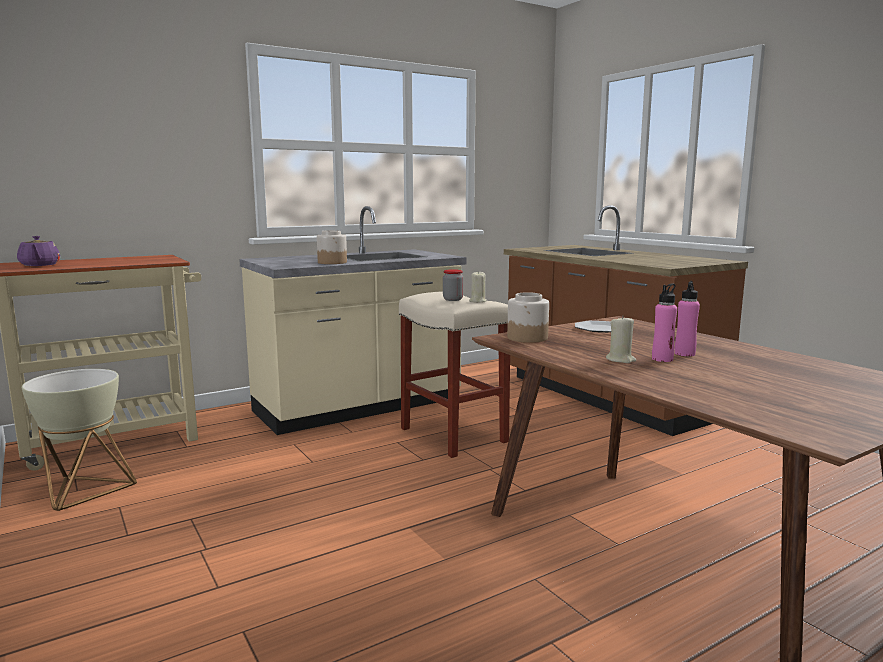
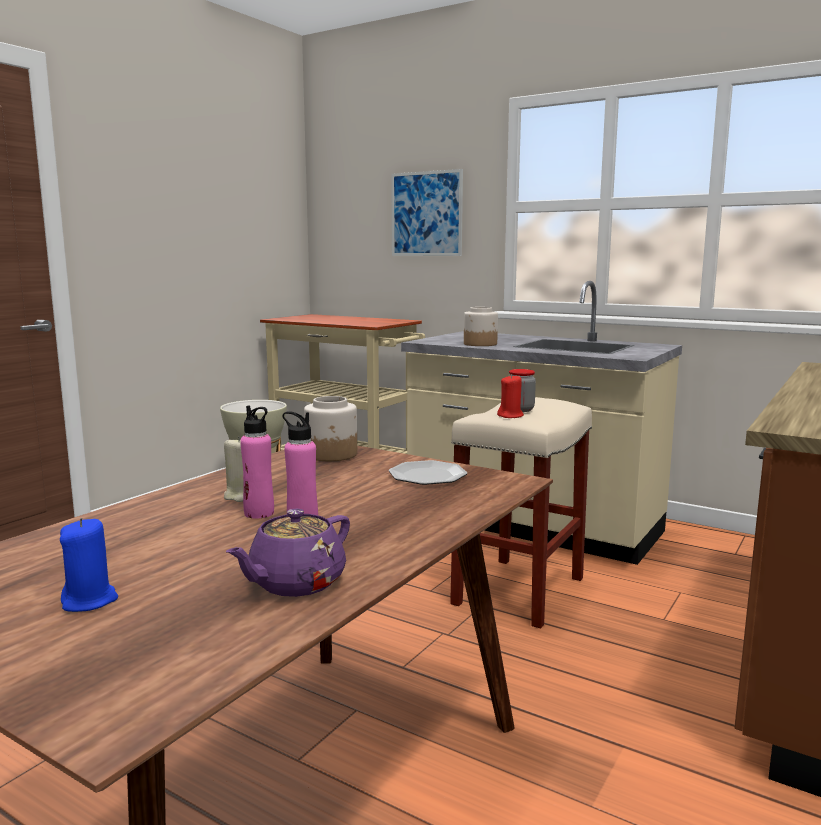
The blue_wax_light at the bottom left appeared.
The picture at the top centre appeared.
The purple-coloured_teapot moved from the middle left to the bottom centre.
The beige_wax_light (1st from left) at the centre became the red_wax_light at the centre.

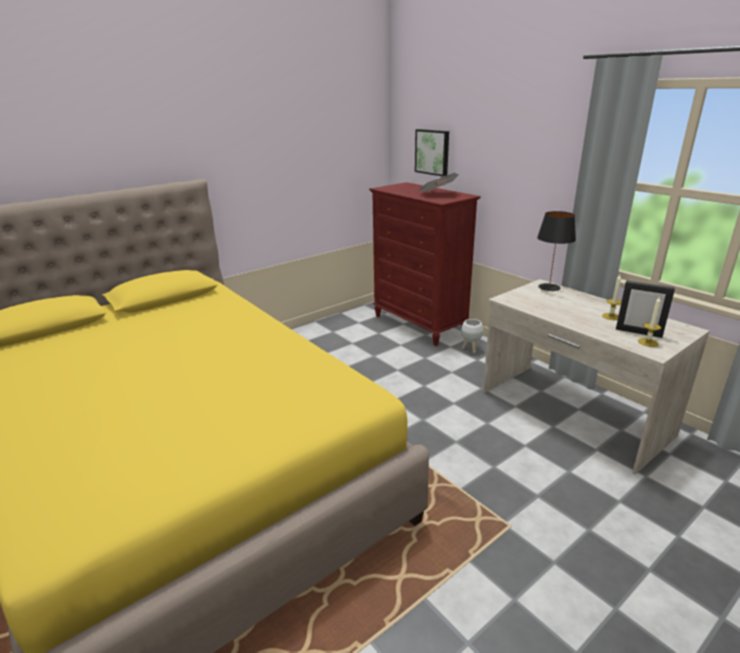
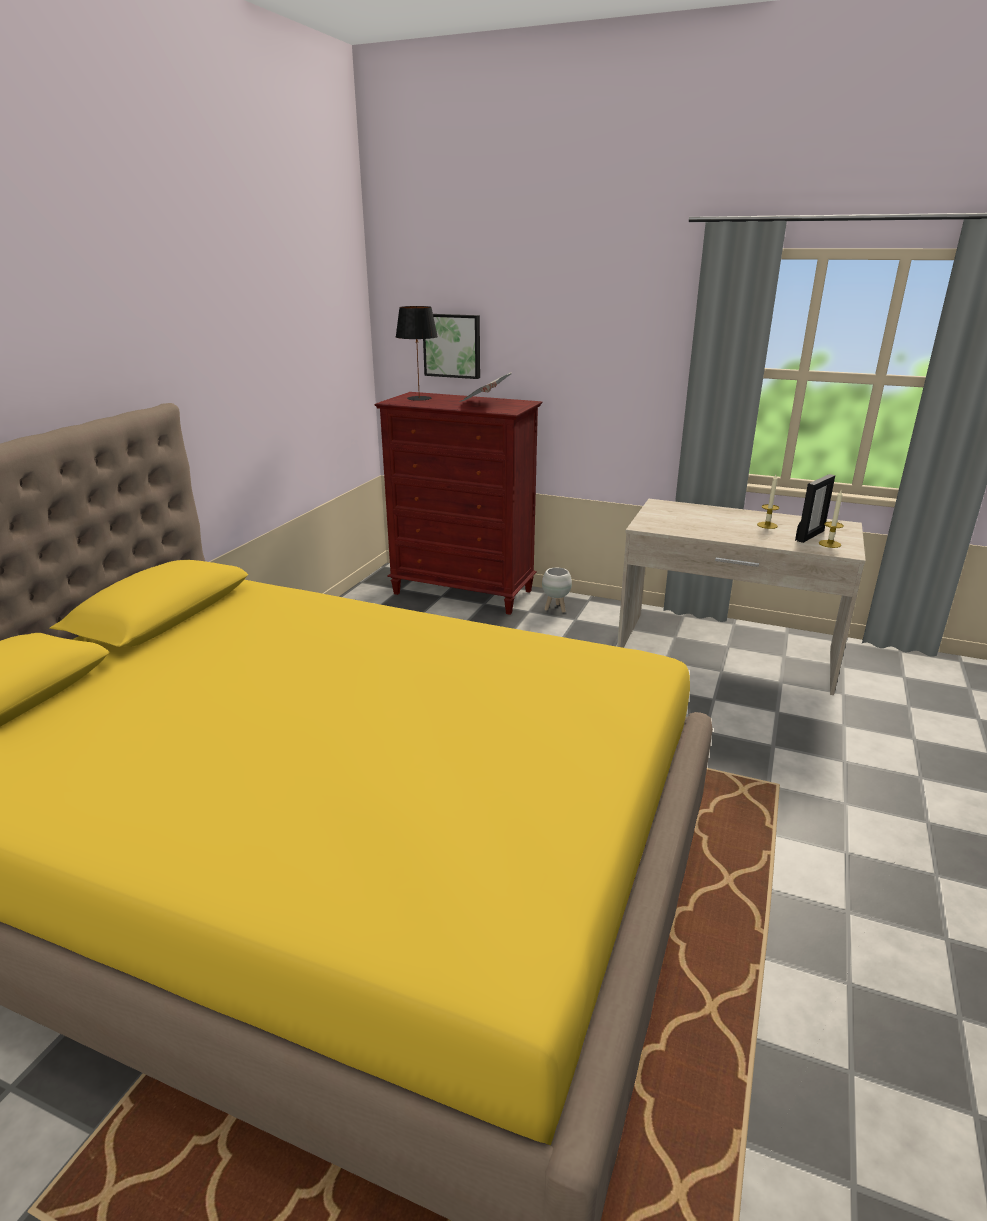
The black-coloured_lamp_for_a_table moved from the middle right to the top centre.
The photo_frame at the middle right turned 45 degrees counterclockwise.

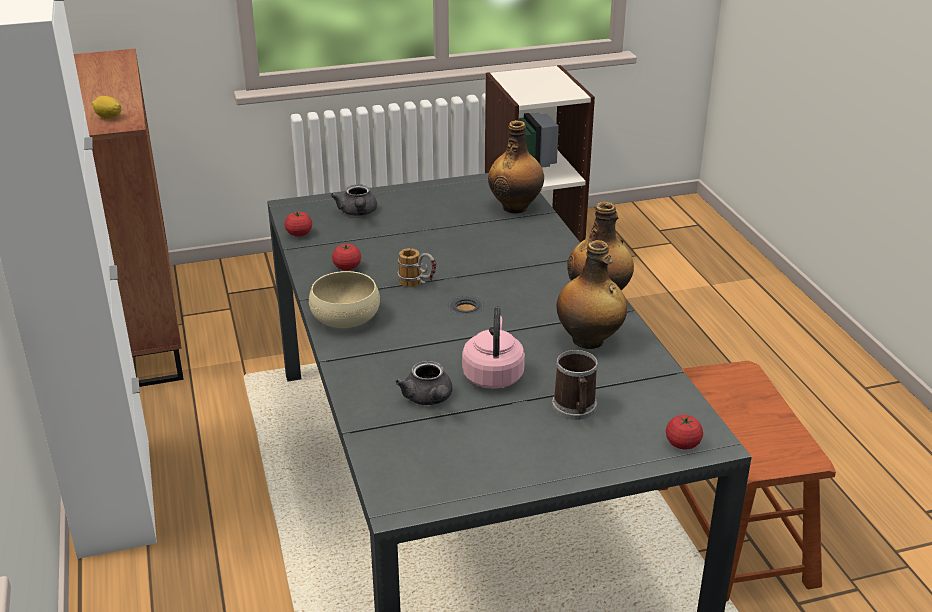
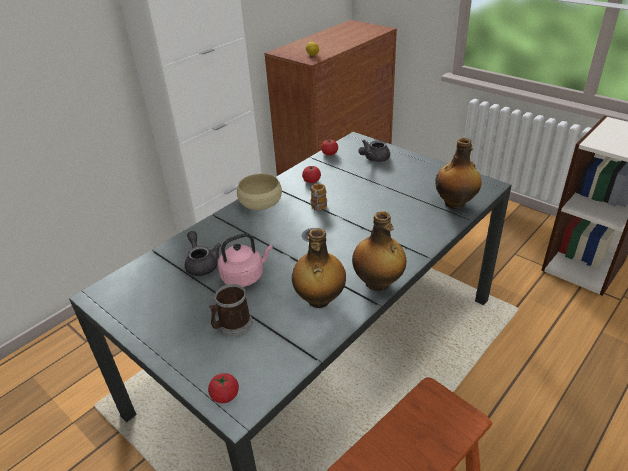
The gray_teapot (2nd from left in the first image) at the centre turned 120 degrees clockwise.

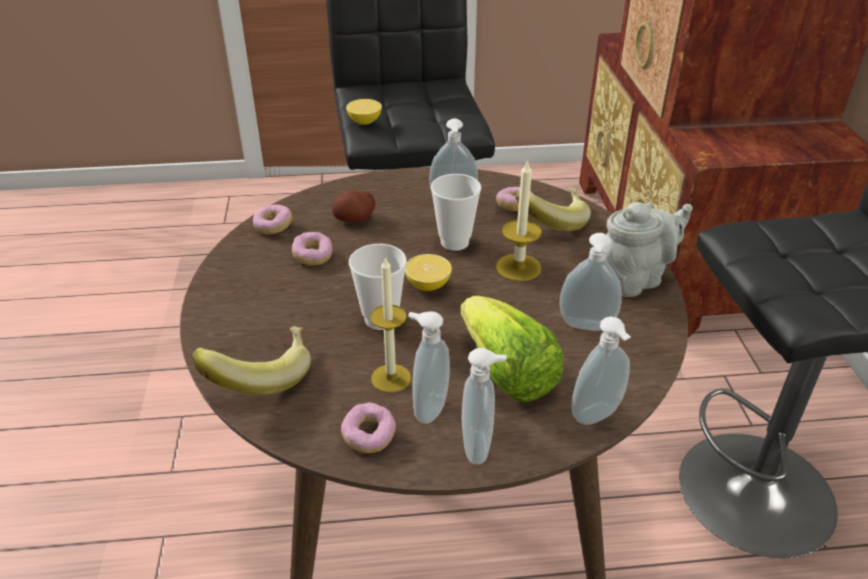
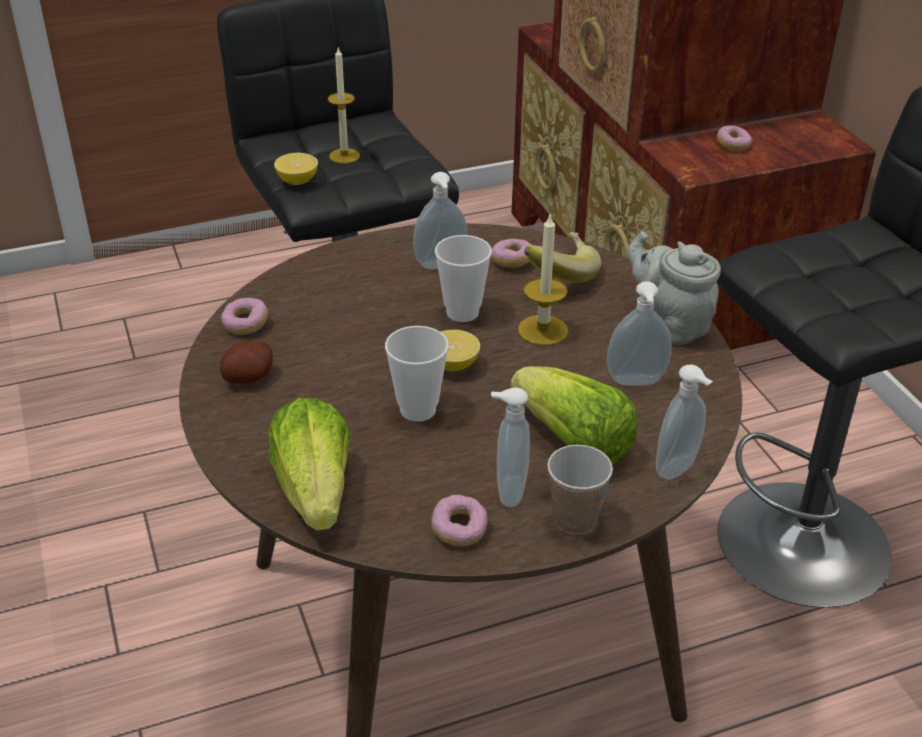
The ring_doughnut (2nd from left in the first image) moved from the centre to the top right.
The potato moved from the centre to the middle left.
The wax_light (1st from left) moved from the centre to the top centre.
The whole_banana (1st from left) at the middle left was replaced by the lettuce (1st from left) at the centre.
The liquid_soap_bottle (3rd from left) at the bottom centre was replaced by the small_cup (3rd from left) at the centre.
The gray_teapot at the middle right turned 90 degrees counterclockwise.

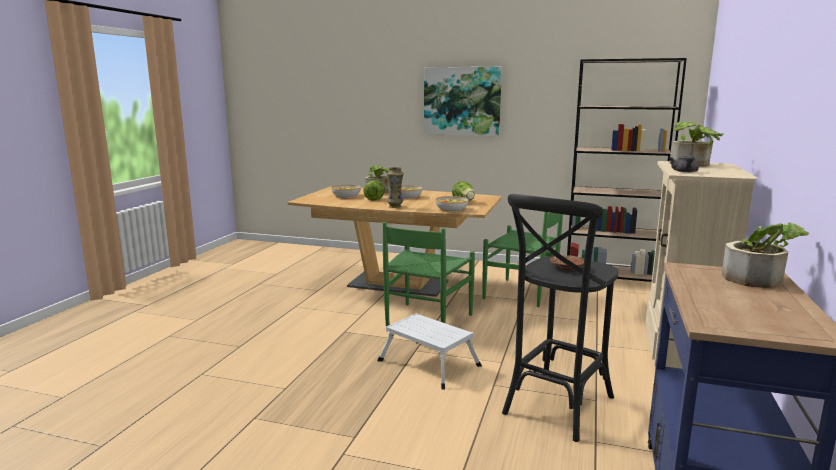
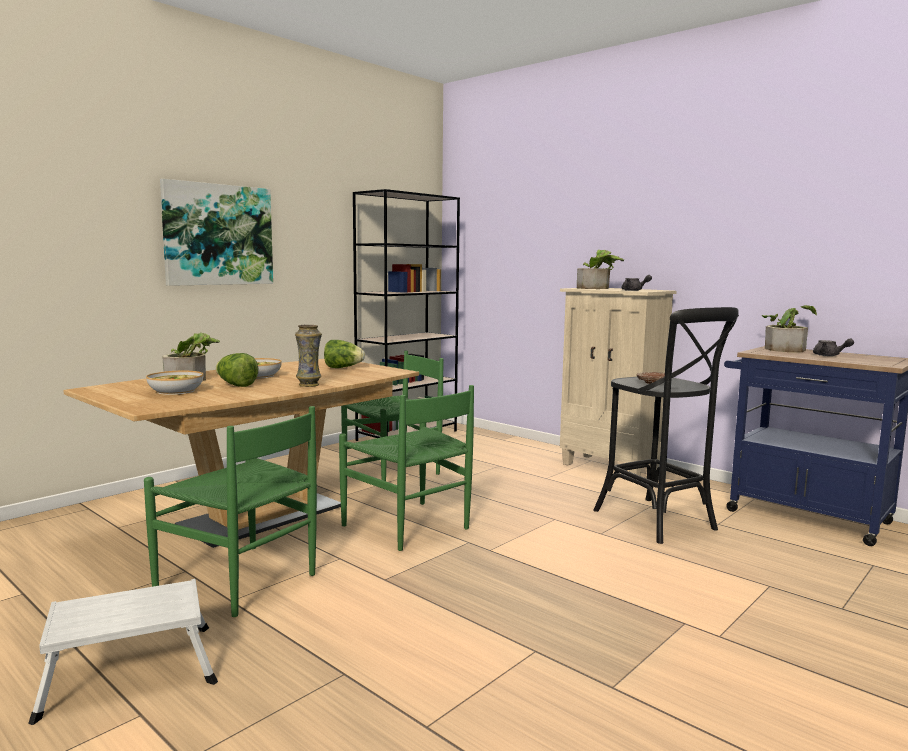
The deep_dish (3rd from left) at the centre disappeared.
The greenish_chair (1st from left) at the bottom left appeared.
The gray_teapot (2nd from left) at the middle right appeared.
The whitish_stepladder moved from the bottom centre to the bottom left.

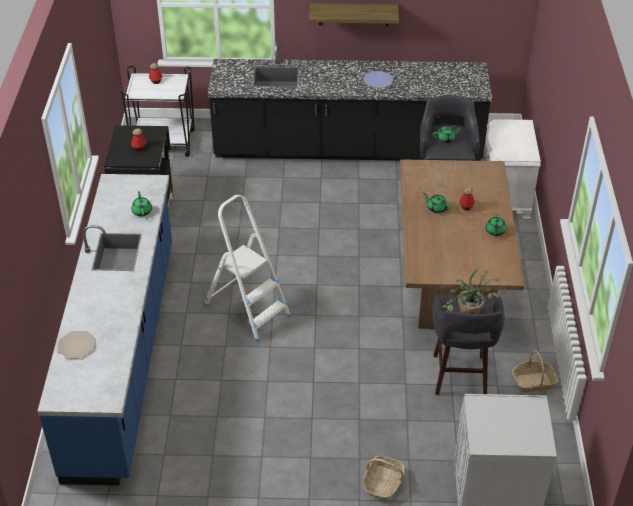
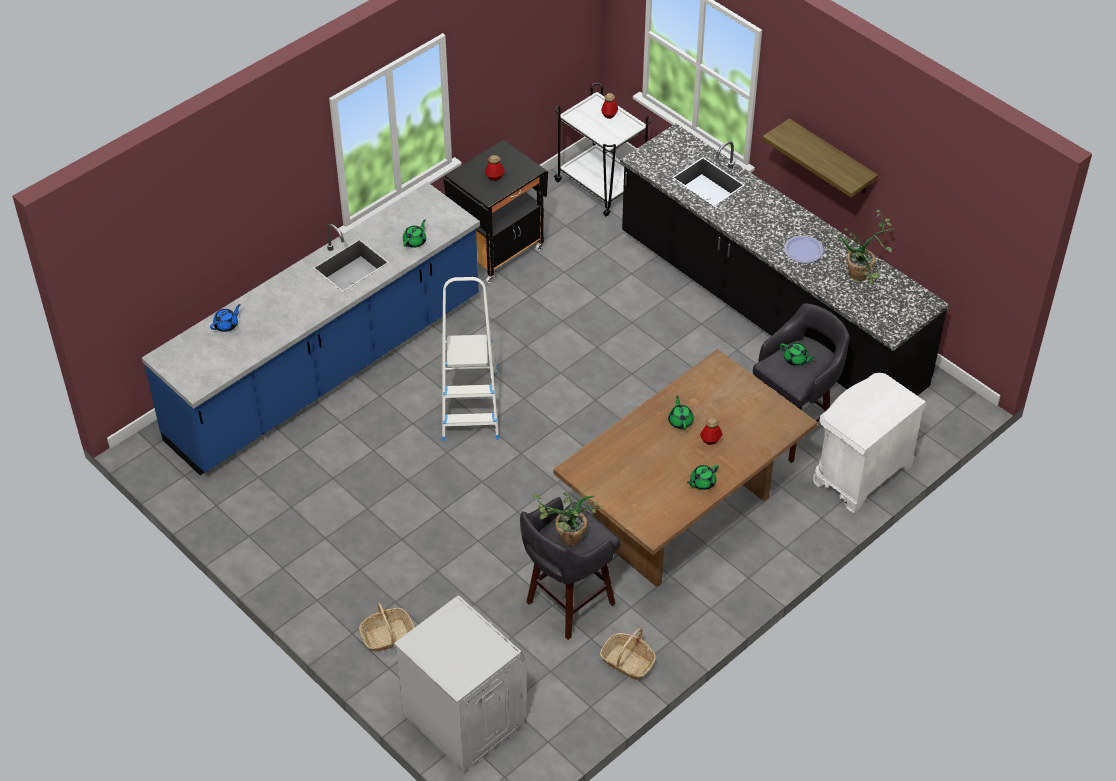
The houseplant (2nd from left) at the top right appeared.
The plate (1st from left) at the bottom left was replaced by the blue_teapot at the middle left.

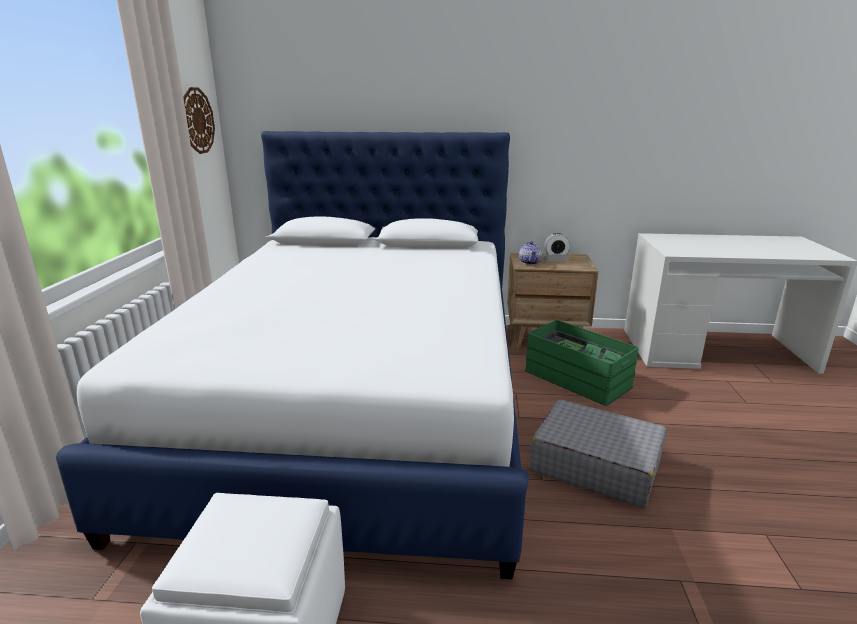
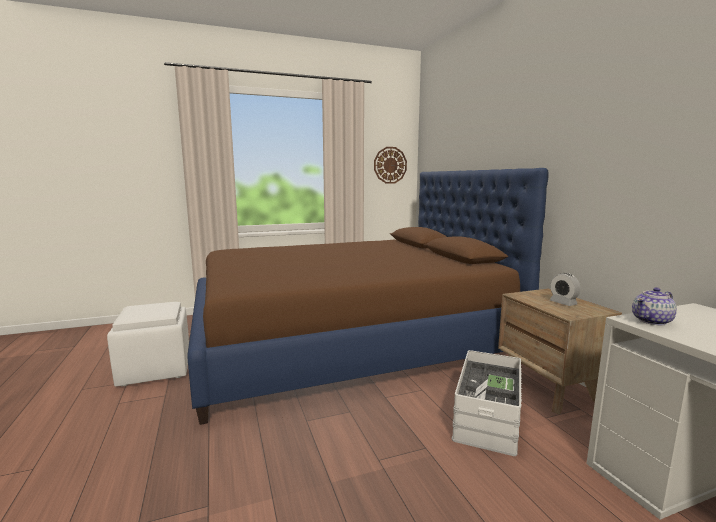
The gray_piece_of_luggage at the bottom right disappeared.
The teapot moved from the centre to the middle right.
The whitish_bed at the centre became the brown_bed at the centre.
The greenish_storage_bin at the middle right became the whitish_storage_bin at the bottom right.

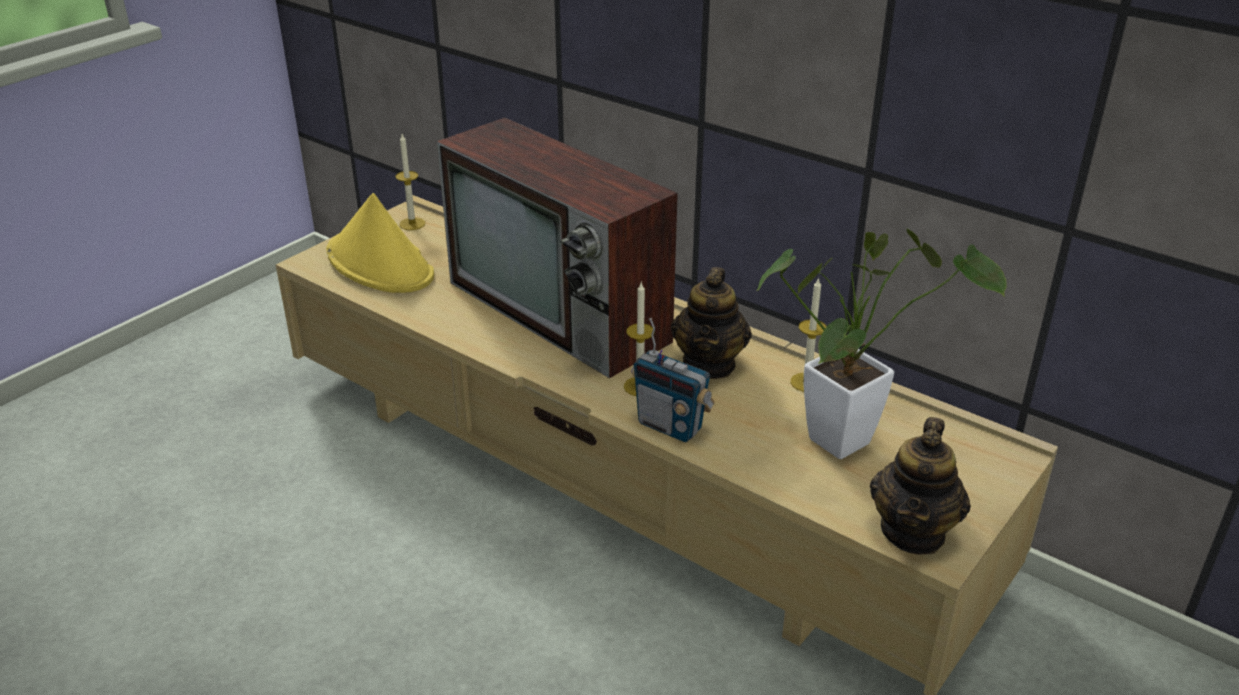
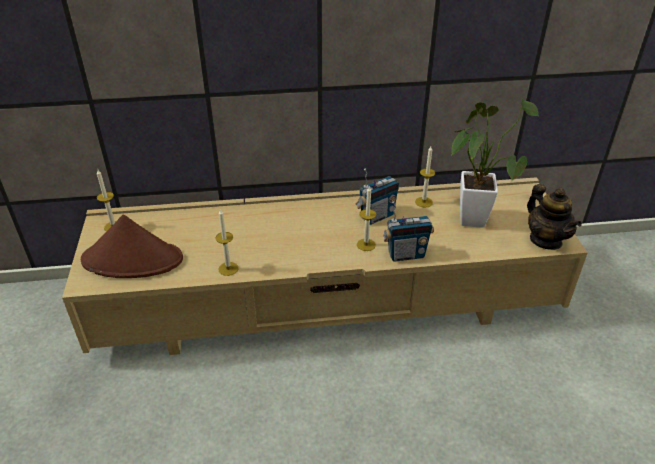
The TV_set at the centre disappeared.
The wax_light (2nd from left) at the centre appeared.
The teapot (1st from left) at the centre was replaced by the radio (1st from left) at the centre.
The yellow-coloured_wearable_hat at the middle left became the brown_wearable_hat at the middle left.

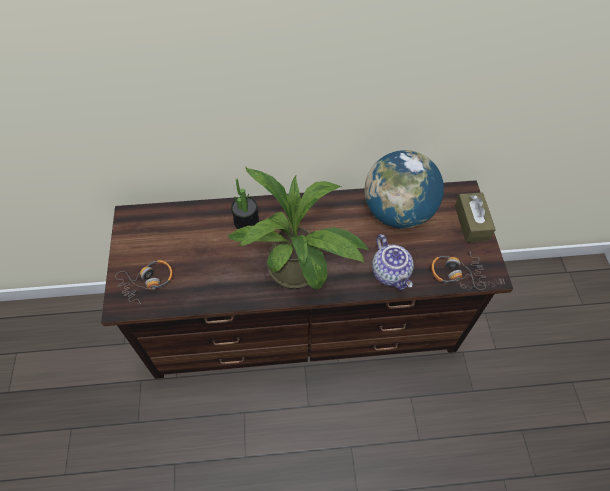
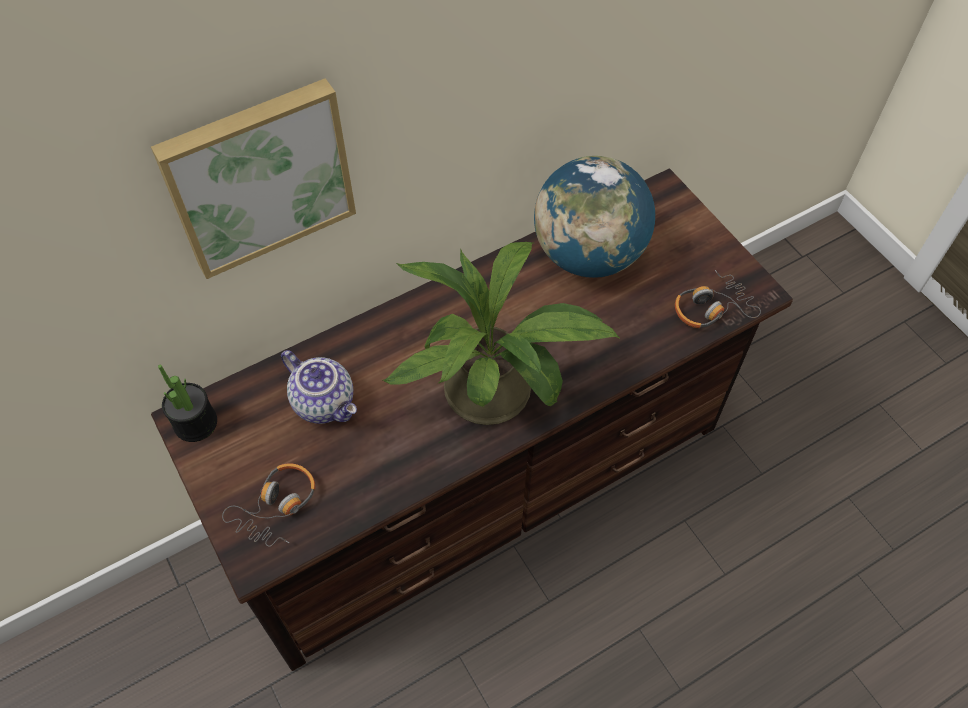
The brown_box_of_tissues at the middle right disappeared.
The picture at the top left appeared.
The houseplant (1st from left) moved from the centre to the middle left.
The teapot moved from the centre to the middle left.

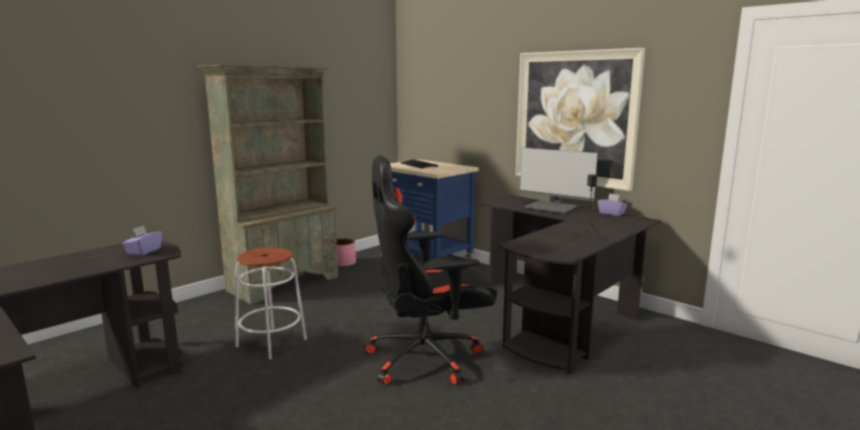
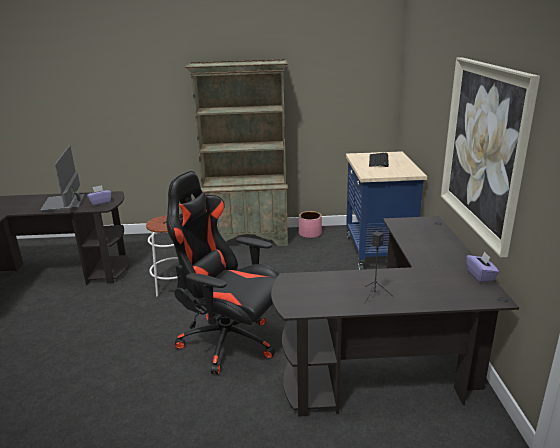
The computer_screen moved from the centre to the middle left.

